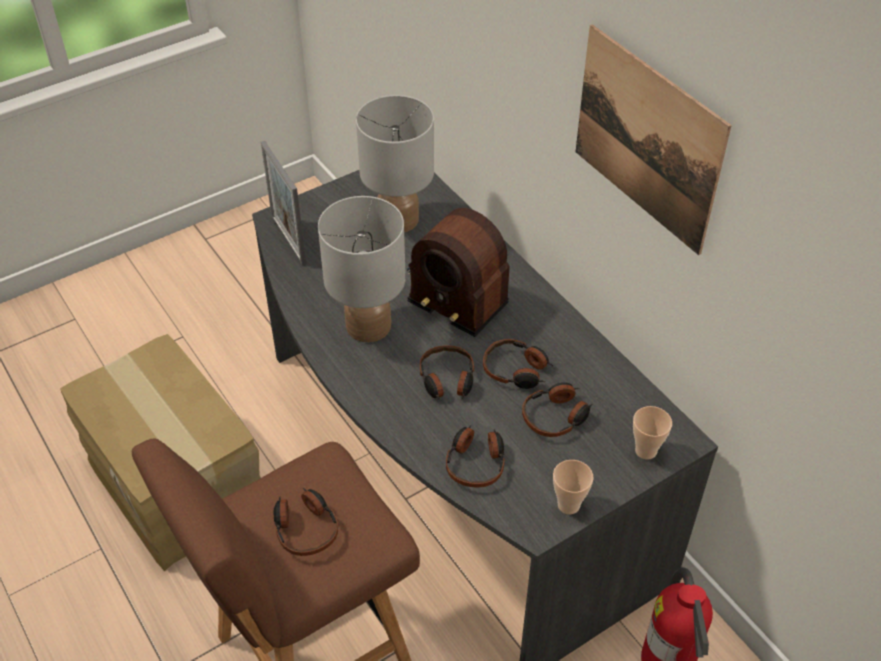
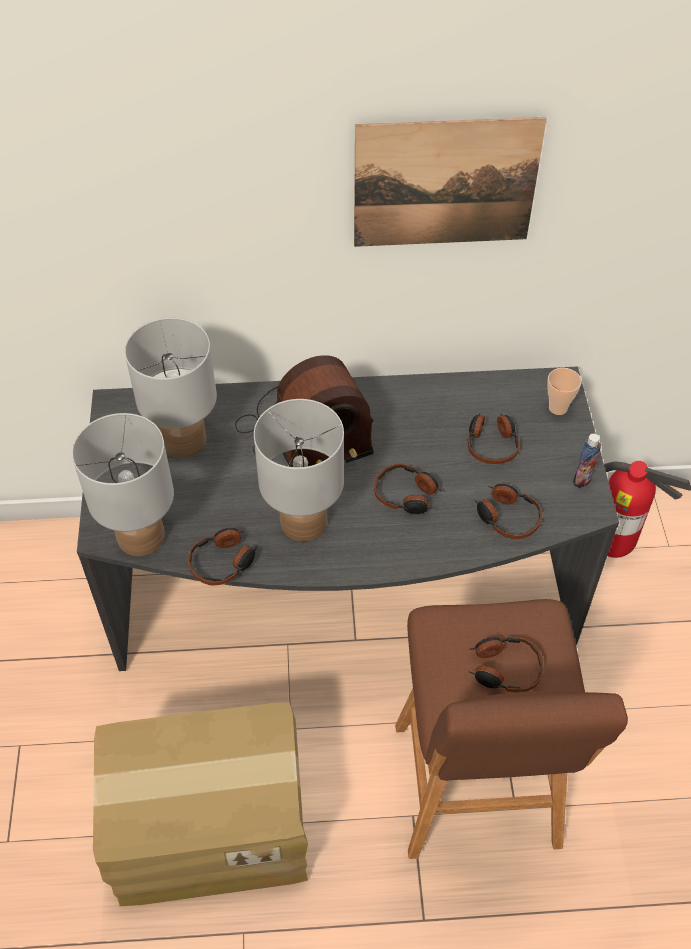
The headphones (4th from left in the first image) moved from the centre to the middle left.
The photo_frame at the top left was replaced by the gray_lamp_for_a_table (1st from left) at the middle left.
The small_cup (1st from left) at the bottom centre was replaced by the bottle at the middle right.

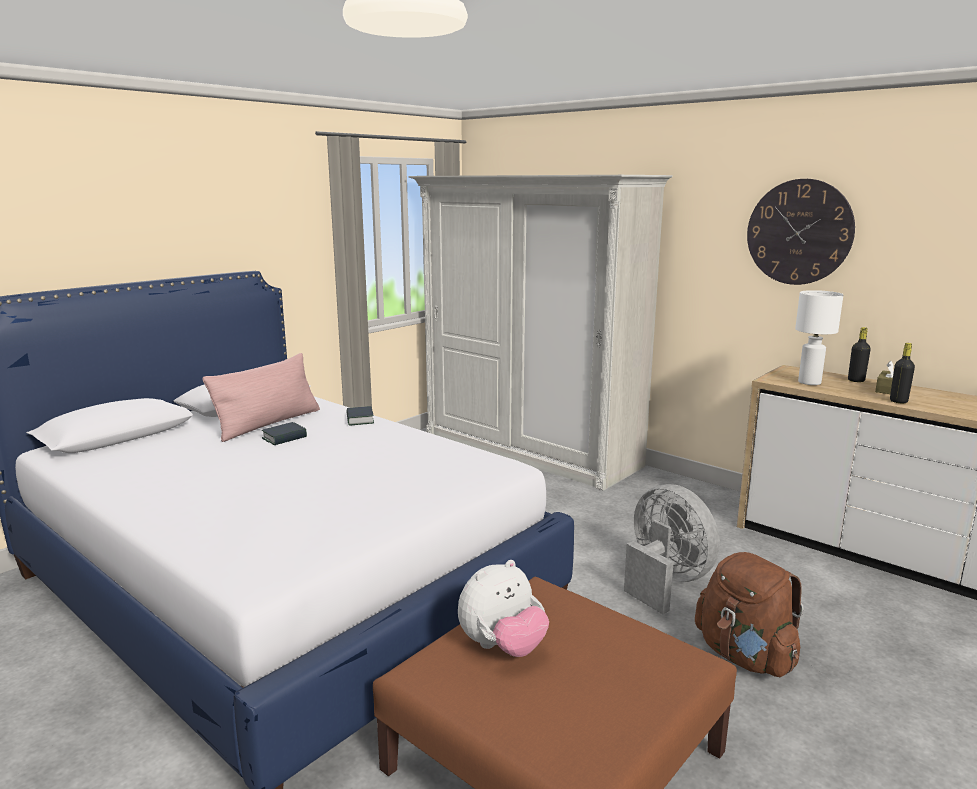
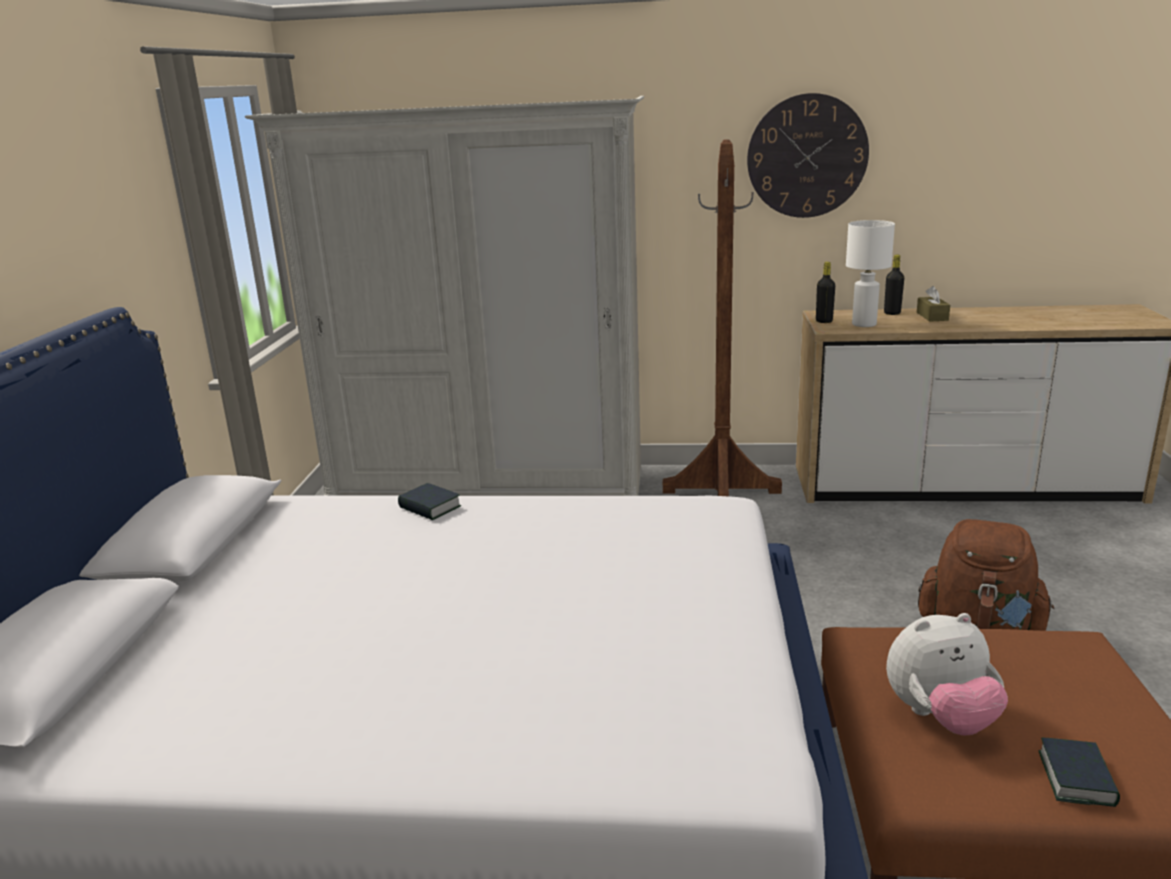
The pink-coloured_pillow at the middle left disappeared.
The gray_cooling_fan at the bottom right disappeared.
The brown_clothes_rack at the centre appeared.
The book (1st from left in the first image) moved from the middle left to the bottom right.
The black-coloured_bottle (2nd from left in the first image) moved from the middle right to the top right.
The soft_toy at the bottom centre turned 60 degrees clockwise.

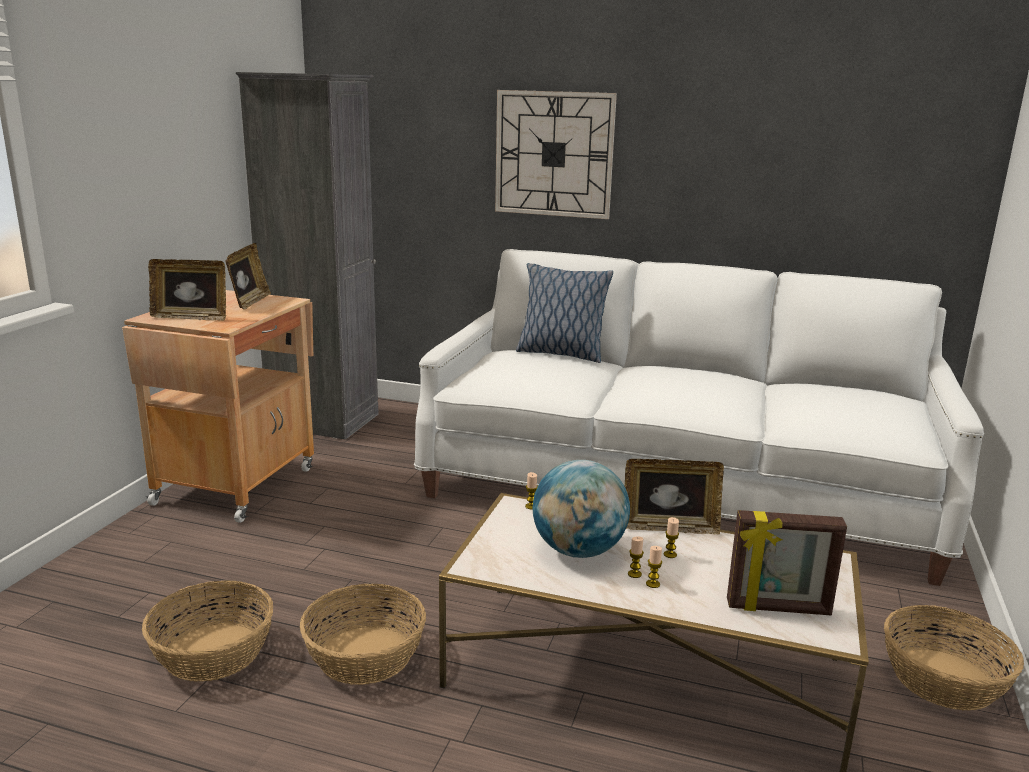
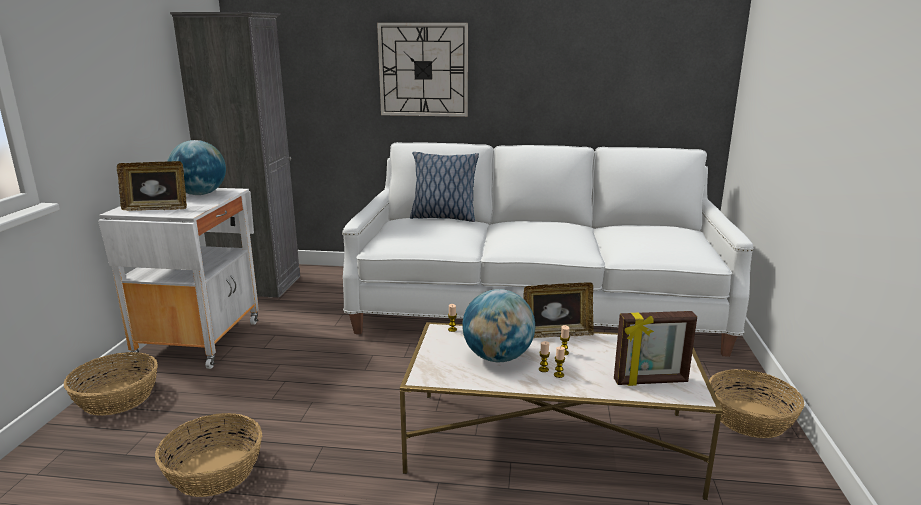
The storage_basket (2nd from left in the first image) moved from the bottom centre to the bottom left.
The photo_frame (2nd from left) at the middle left was replaced by the desk_globe (1st from left) at the top left.
The brown_cart at the middle left became the whitish_cart at the middle left.

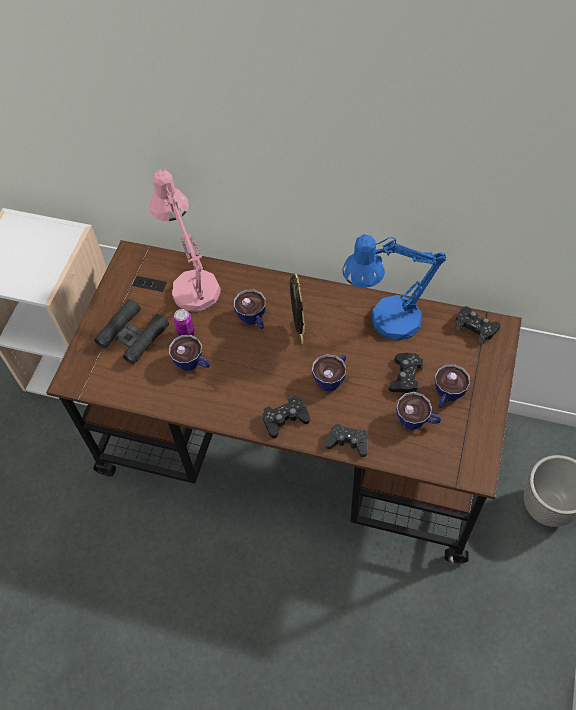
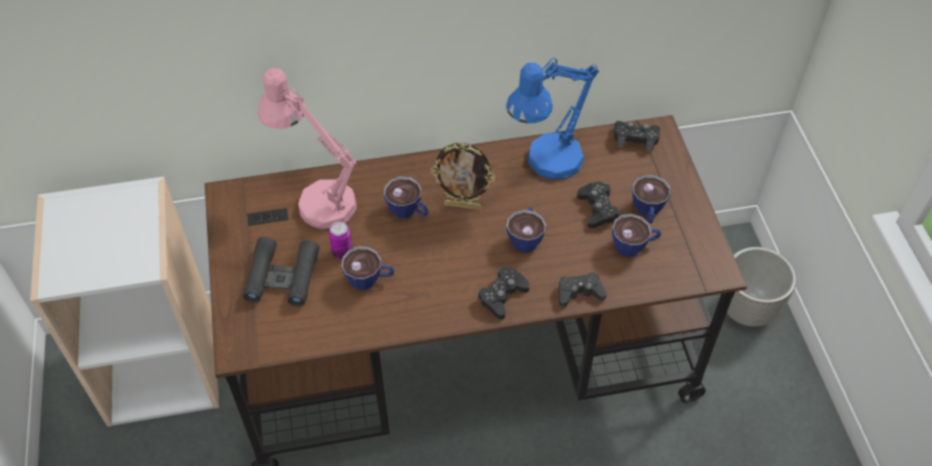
The photo_frame at the centre turned 135 degrees clockwise.

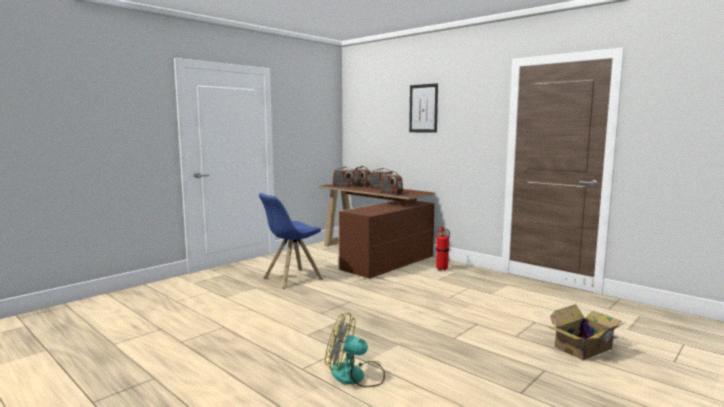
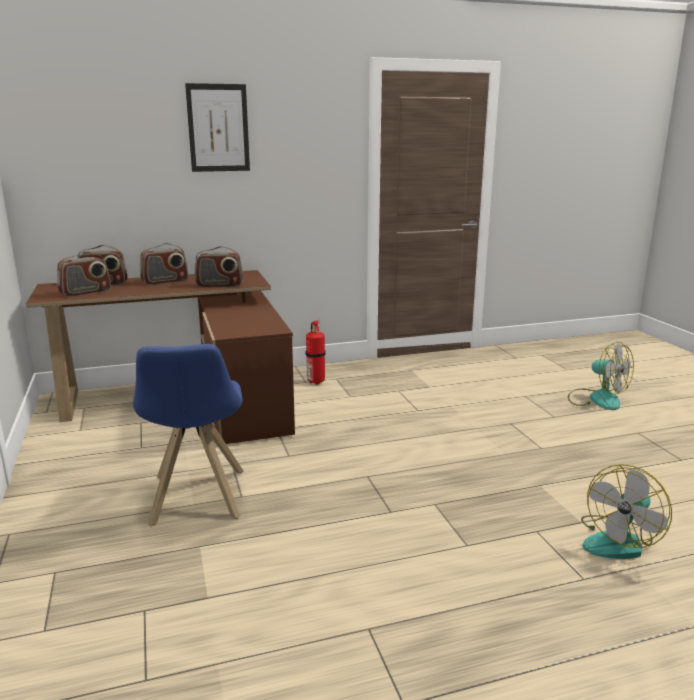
The cardboard_box at the bottom right was replaced by the cooling_fan (1st from left) at the middle right.

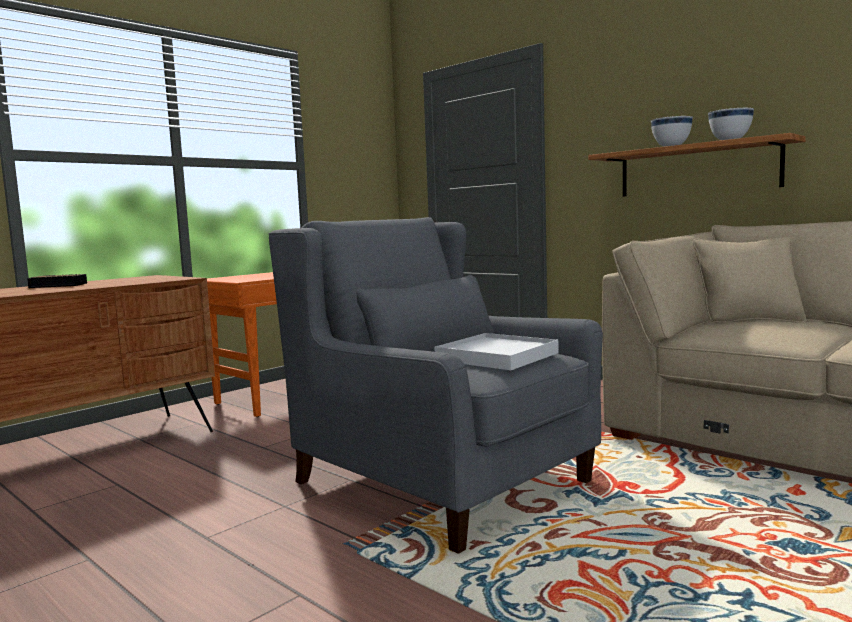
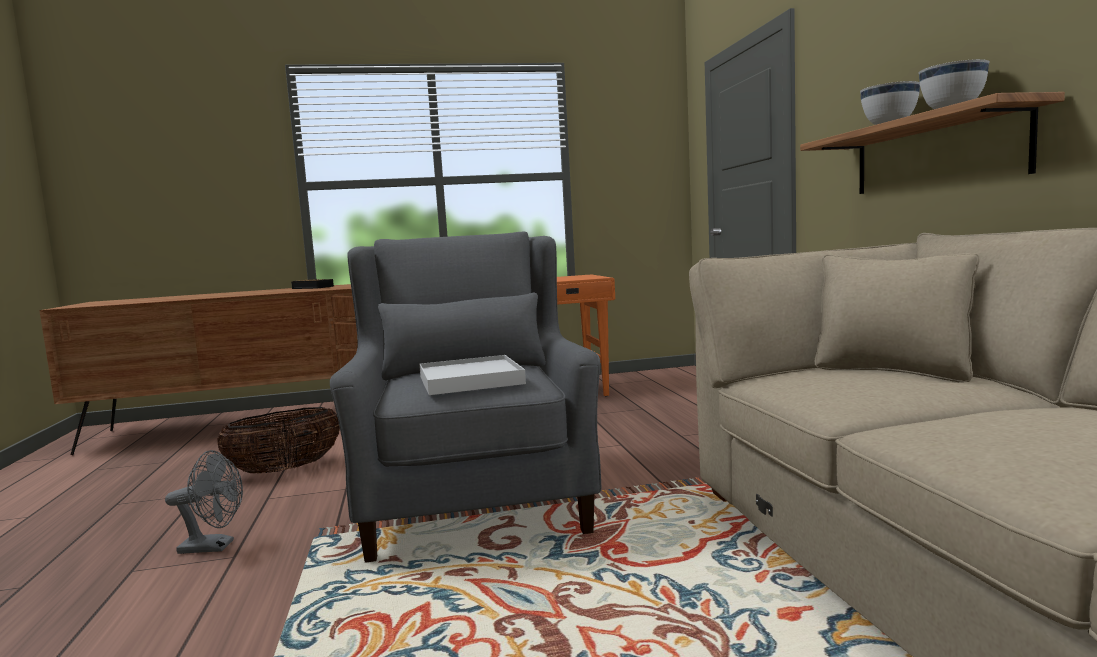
The gray_cooling_fan at the bottom left appeared.
The storage_basket at the bottom left appeared.

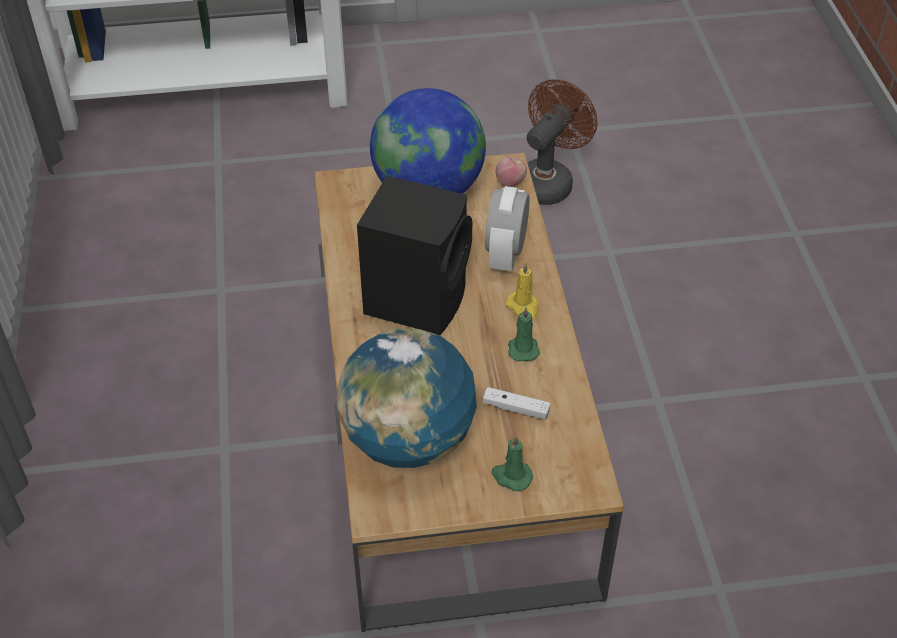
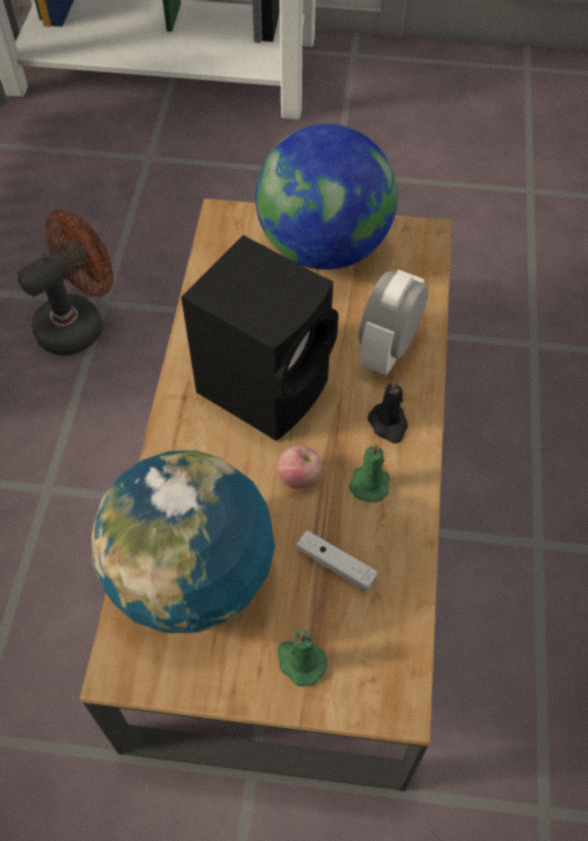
The apple_fruit moved from the top centre to the centre.
The brown_cooling_fan moved from the top centre to the middle left.
The yellow-coloured_wax_light at the centre became the black-coloured_wax_light at the centre.

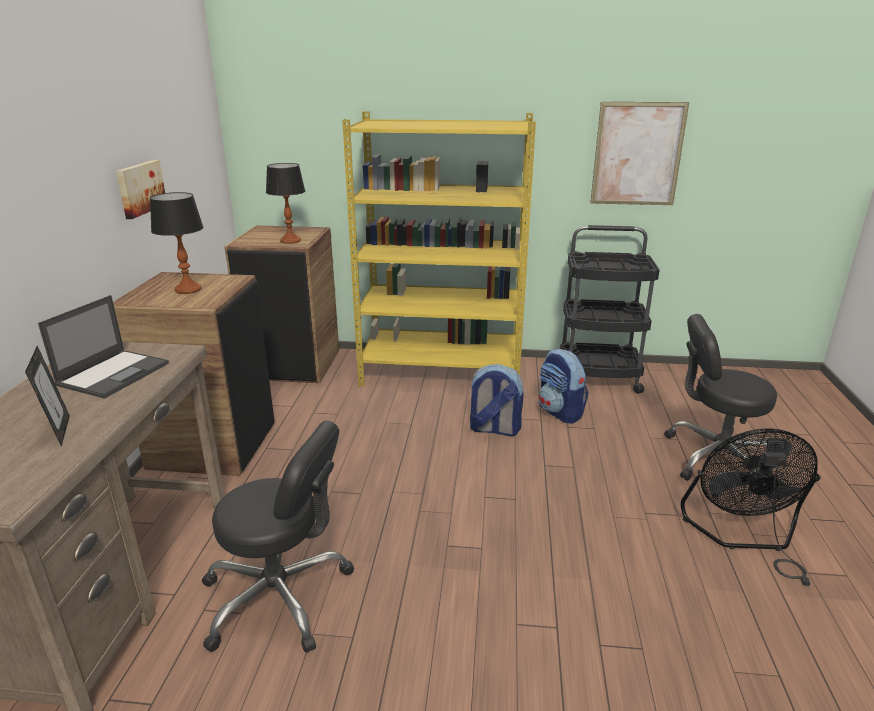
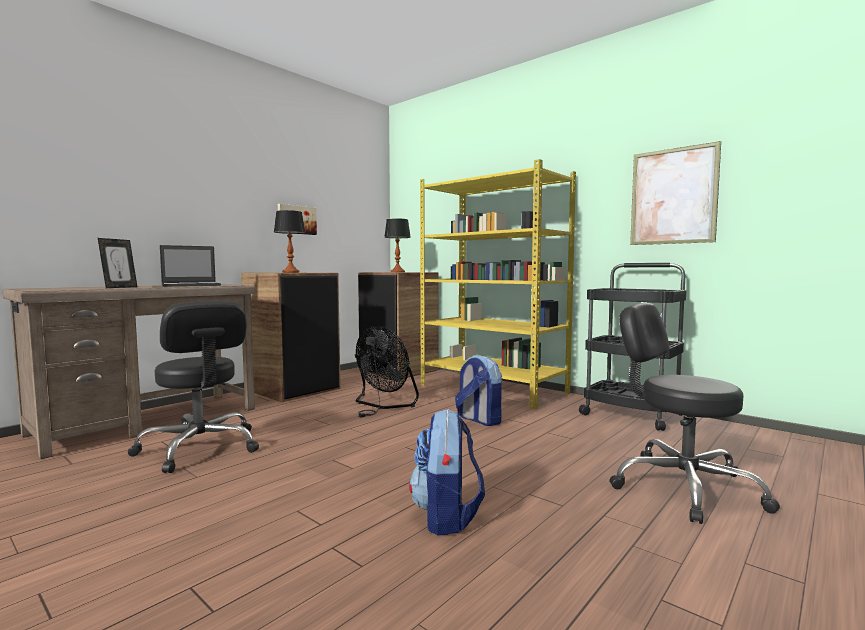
The knapsack (2nd from left in the first image) moved from the centre to the bottom centre.
The black-coloured_cooling_fan moved from the bottom right to the centre.

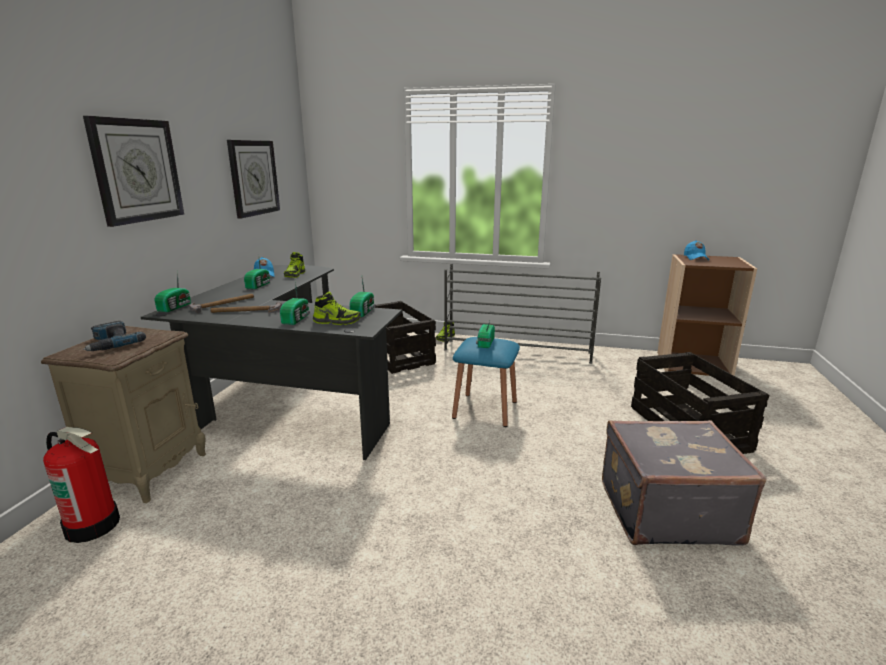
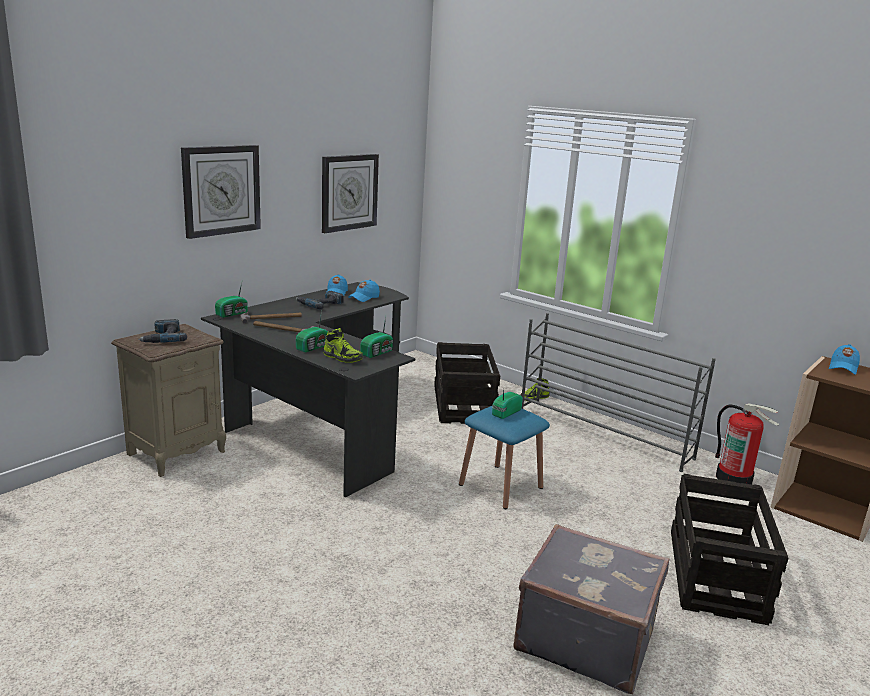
The extinguisher moved from the bottom left to the middle right.
The radio (2nd from left) at the middle left was replaced by the drill (2nd from left) at the centre.
The item_of_footwear (1st from left) at the middle left was replaced by the blue_cap (2nd from left) at the centre.

